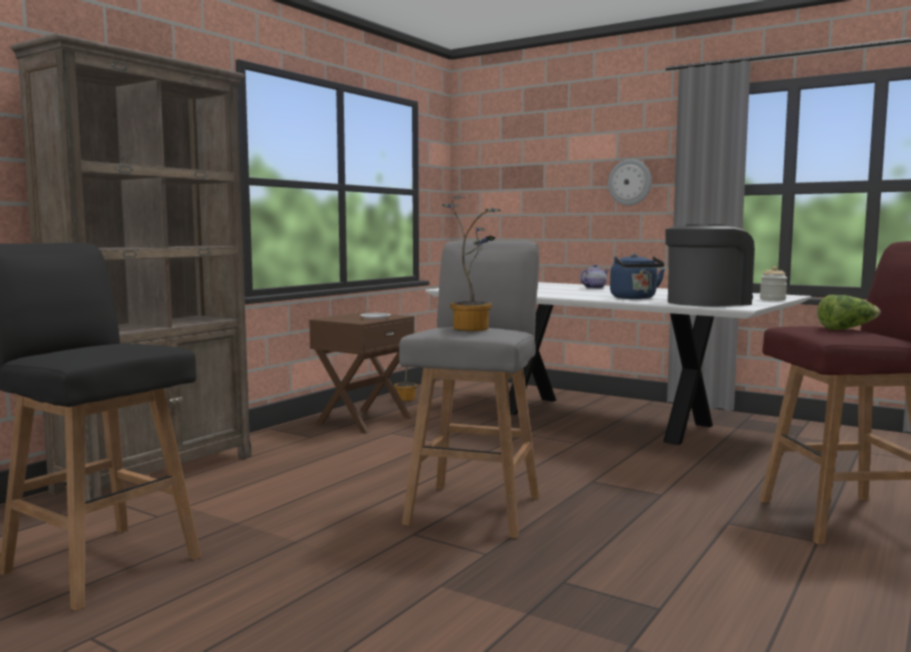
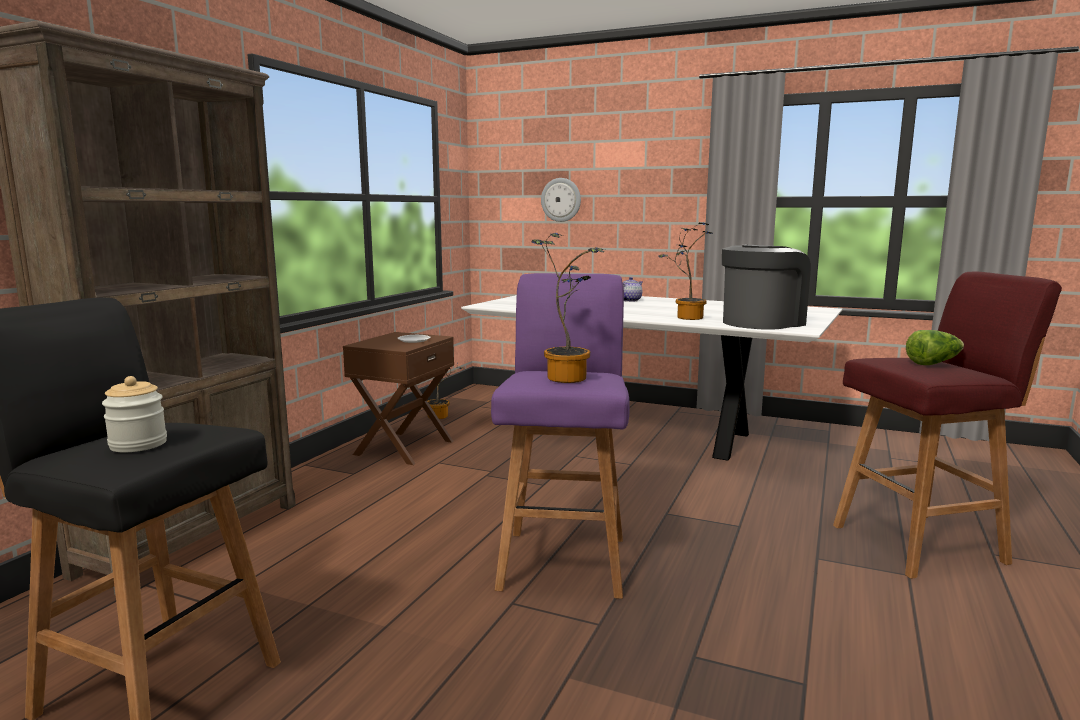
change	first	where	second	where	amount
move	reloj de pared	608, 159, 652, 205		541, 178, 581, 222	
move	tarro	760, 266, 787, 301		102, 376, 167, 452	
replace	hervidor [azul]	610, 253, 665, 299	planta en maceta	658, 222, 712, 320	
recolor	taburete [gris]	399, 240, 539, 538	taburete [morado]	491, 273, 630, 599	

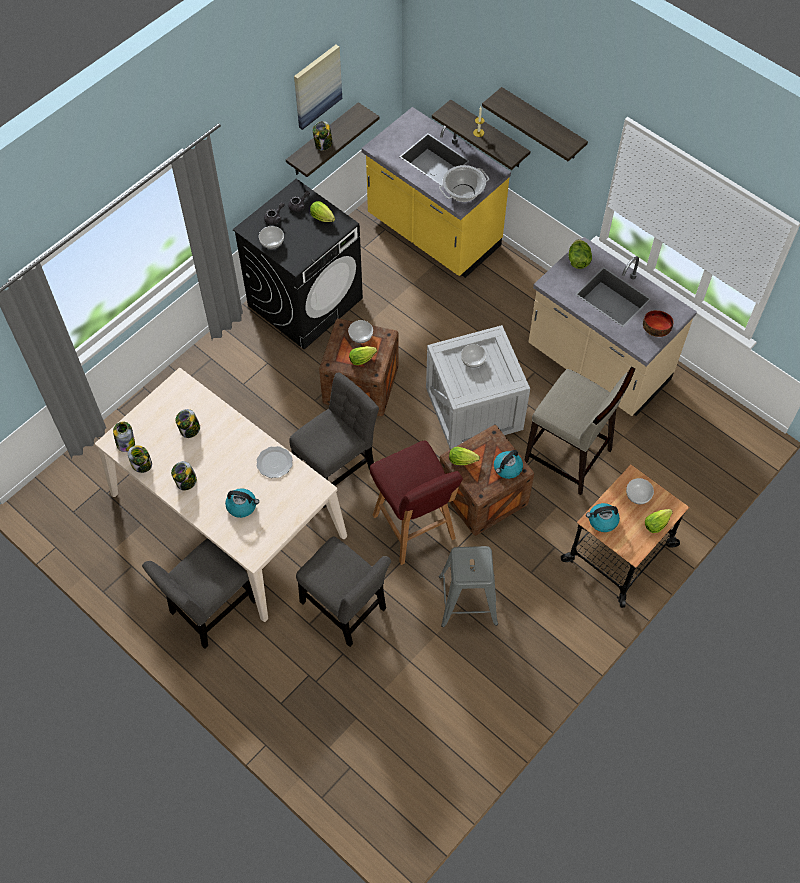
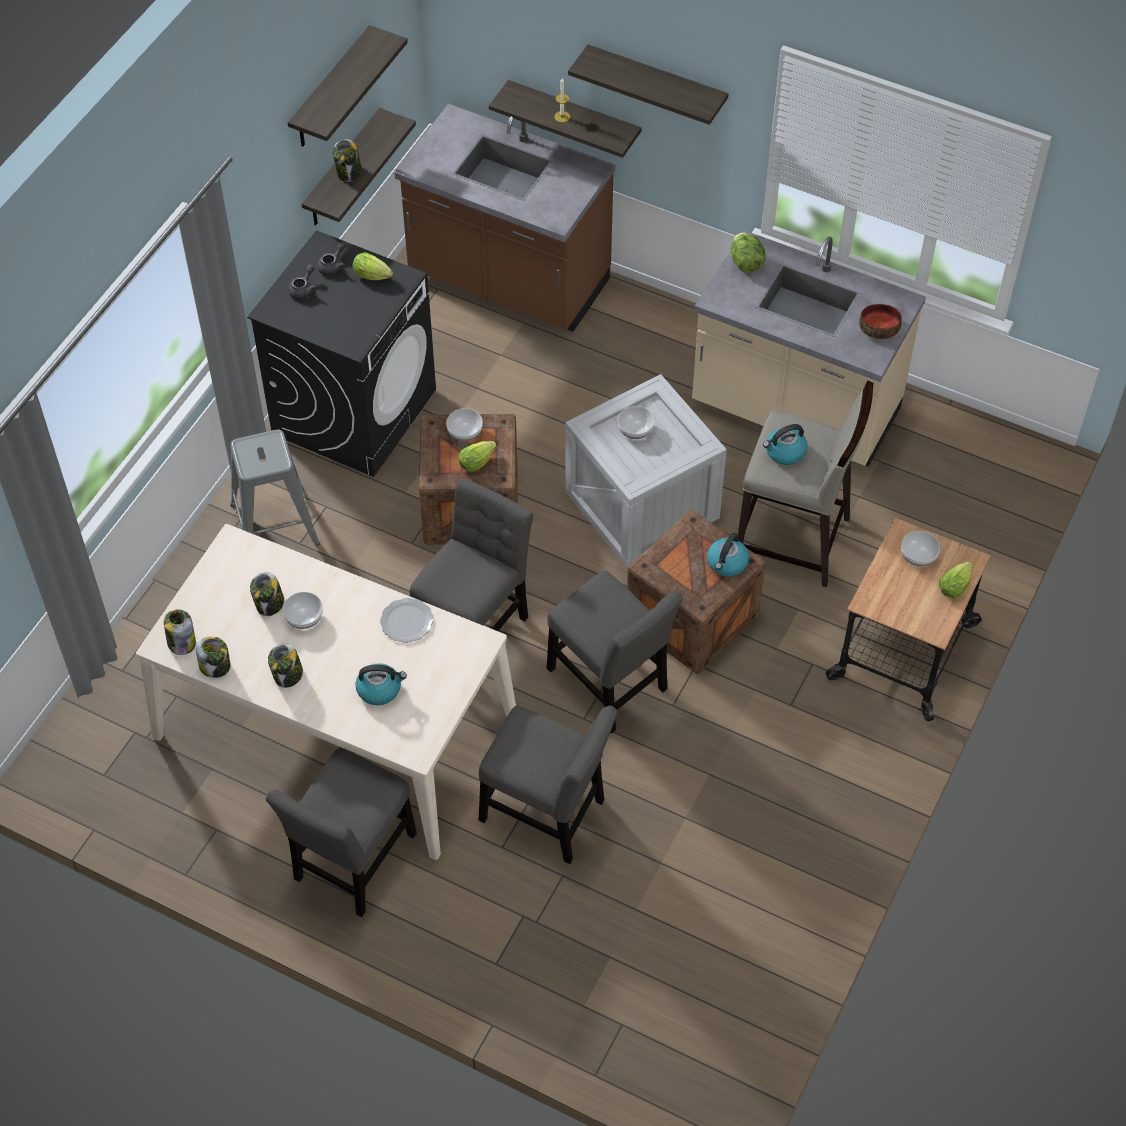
change	first	where	second	where	amount
delete	olla	439, 165, 489, 202			
delete	lechuga	449, 447, 480, 465			
move	cuenco	259, 226, 284, 249		283, 592, 323, 629	
move	taburete [gris]	439, 546, 498, 627		230, 430, 320, 545	
move	hervidor	586, 503, 620, 532		763, 424, 808, 465	
replace	cuadro	294, 45, 342, 130	estante	288, 25, 408, 147	
replace	taburete [rojo]	370, 440, 463, 565	silla [gris]	547, 570, 683, 734	
recolor	mueble bajo de cocina [amarillo]	361, 107, 511, 278	mueble bajo de cocina [marrón]	394, 104, 615, 332	

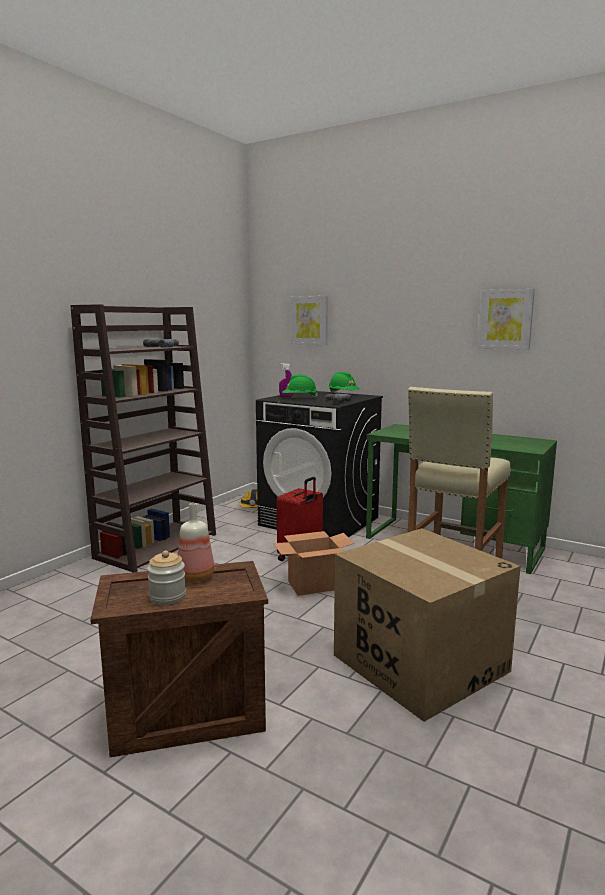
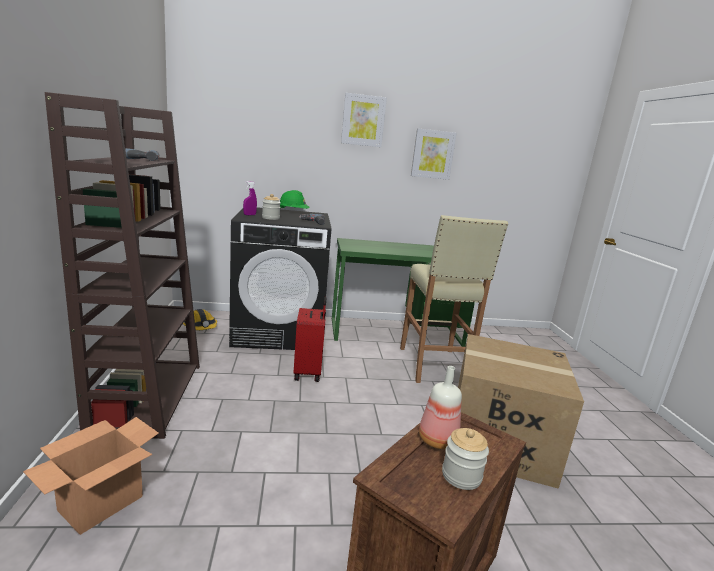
change	first	where	second	where	amount
move	caja de cartón	273, 531, 354, 596		23, 417, 159, 535	
move	cuadro	290, 296, 328, 346		341, 93, 387, 147	
replace	casco [verde]	282, 374, 318, 398	tarro	262, 194, 281, 220	

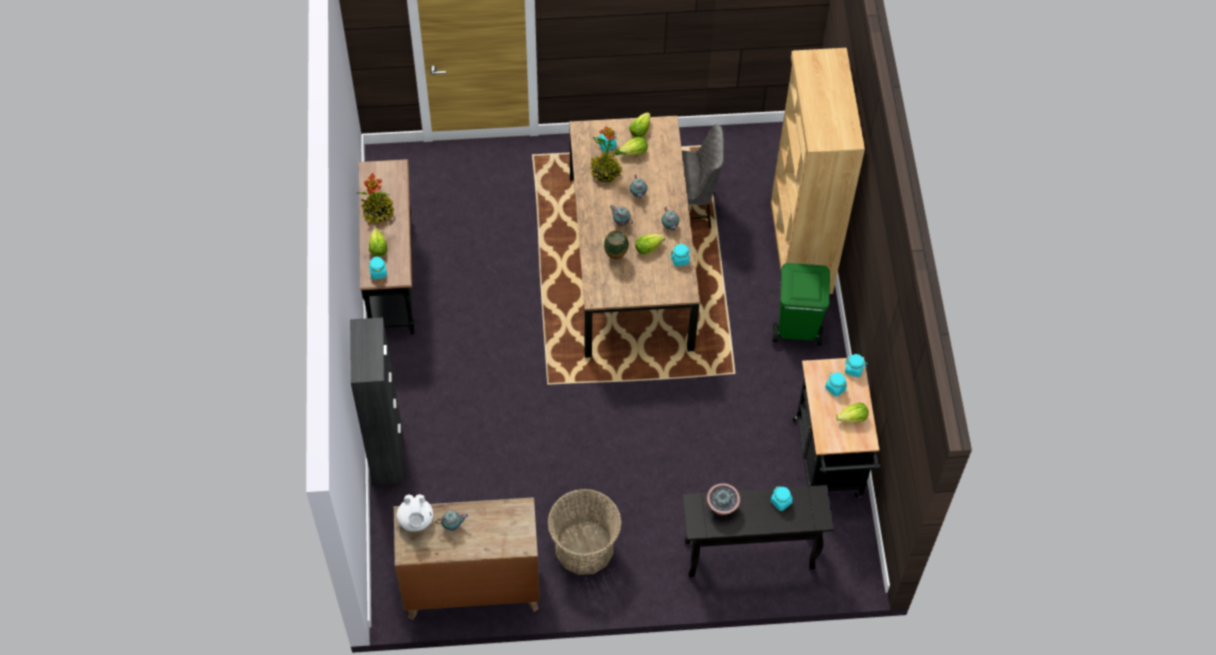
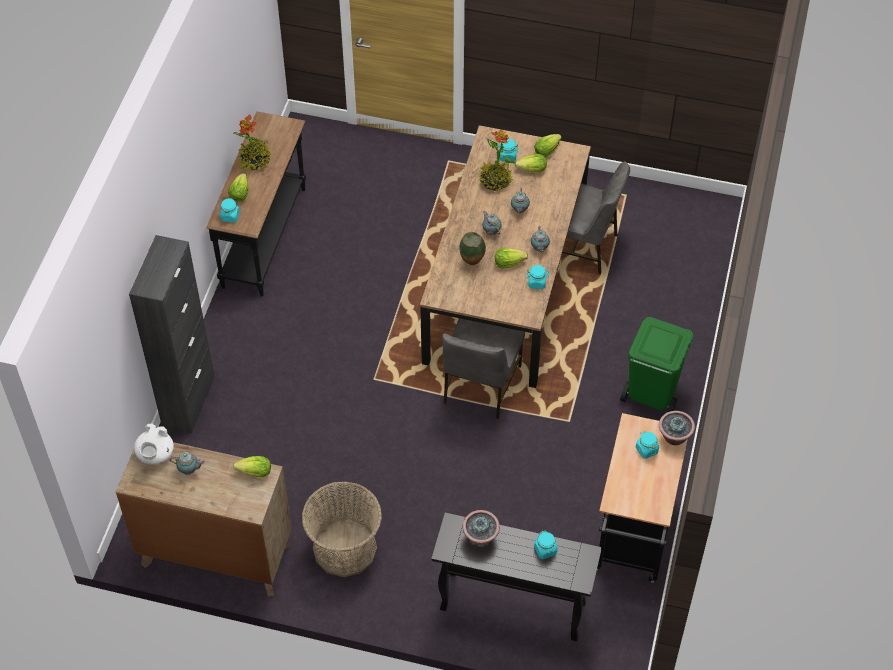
change	first	where	second	where	amount
delete	estantería [marrón]	771, 48, 865, 294			
insert			silla [gris]	442, 318, 525, 419	
move	lechuga	836, 403, 869, 422		233, 456, 271, 477	
replace	tarro [turquesa]	844, 354, 867, 377	planta en maceta	659, 411, 695, 445	

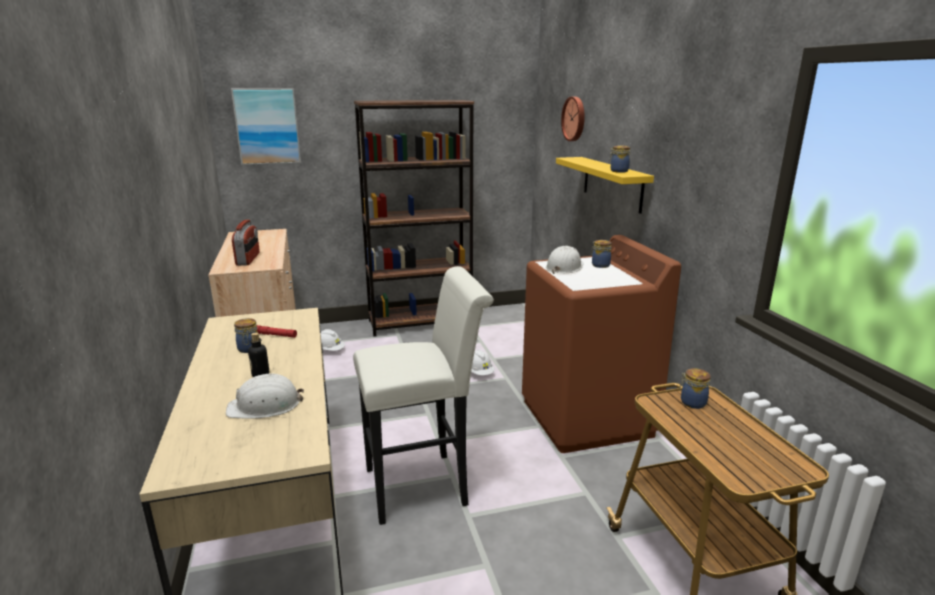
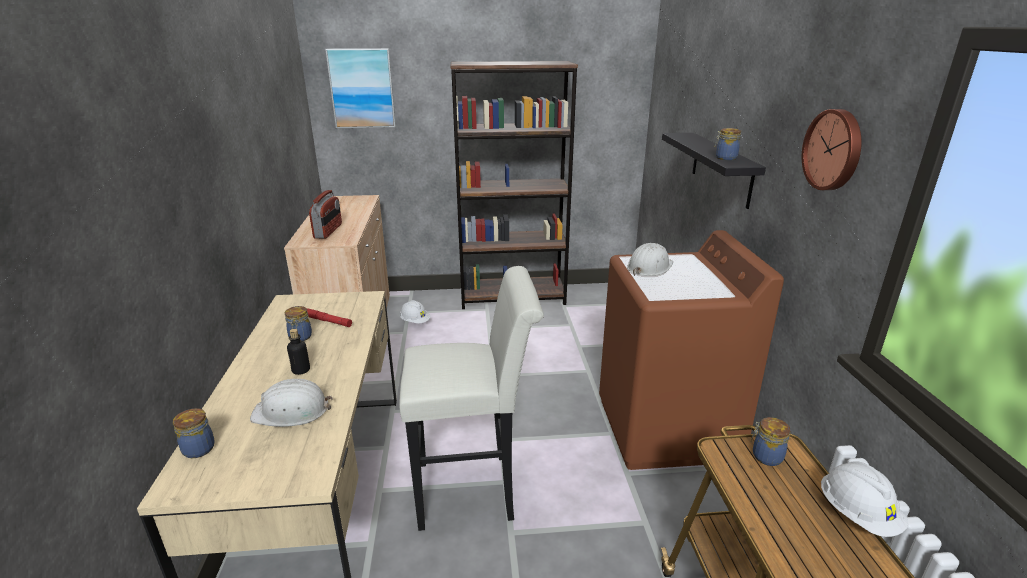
change	first	where	second	where	amount
move	casco [blanco]	471, 350, 495, 375		821, 461, 908, 537	
move	reloj de pared	561, 97, 585, 141		802, 109, 862, 190	
move	tarro	591, 240, 612, 268		173, 408, 214, 458	
recolor	estante [amarillo]	556, 157, 654, 214	estante [negro]	662, 133, 766, 209	

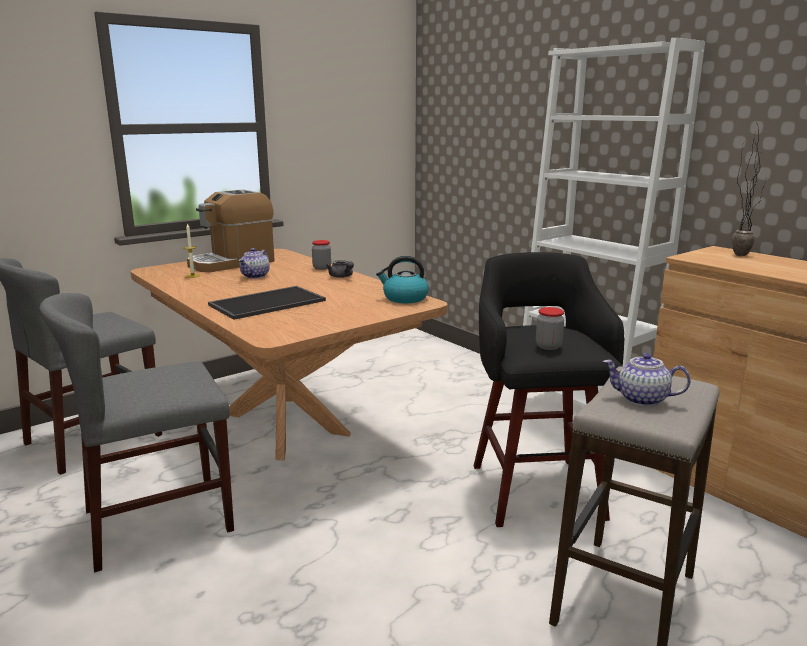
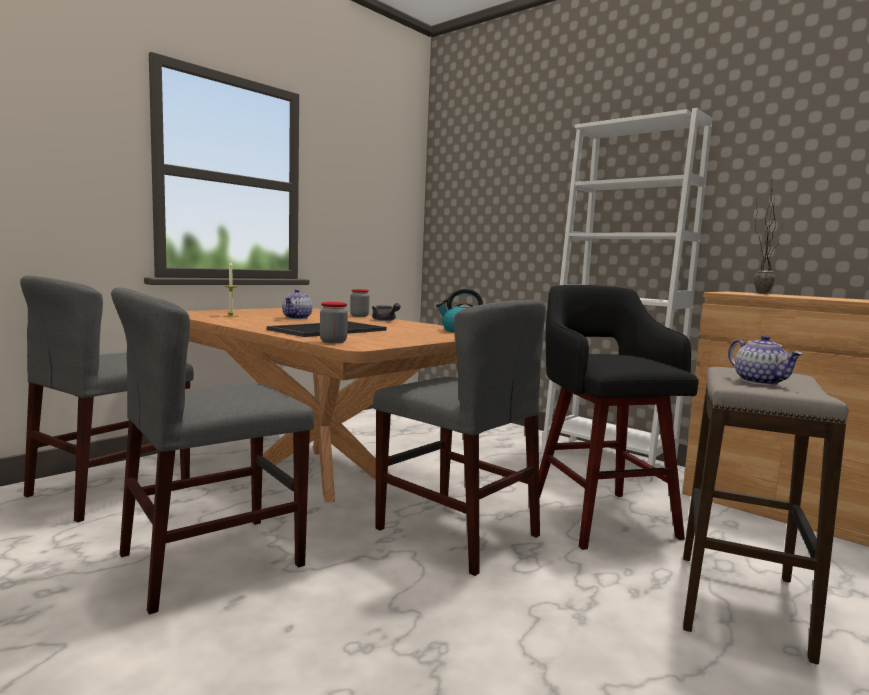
change	first	where	second	where	amount
delete	cafetera	187, 190, 275, 272			
insert			silla [gris]	373, 300, 546, 576	
move	tarro	536, 307, 564, 350		320, 302, 348, 343	
rotate	tetera	603, 353, 691, 406		728, 335, 803, 385	120 degrees counterclockwise

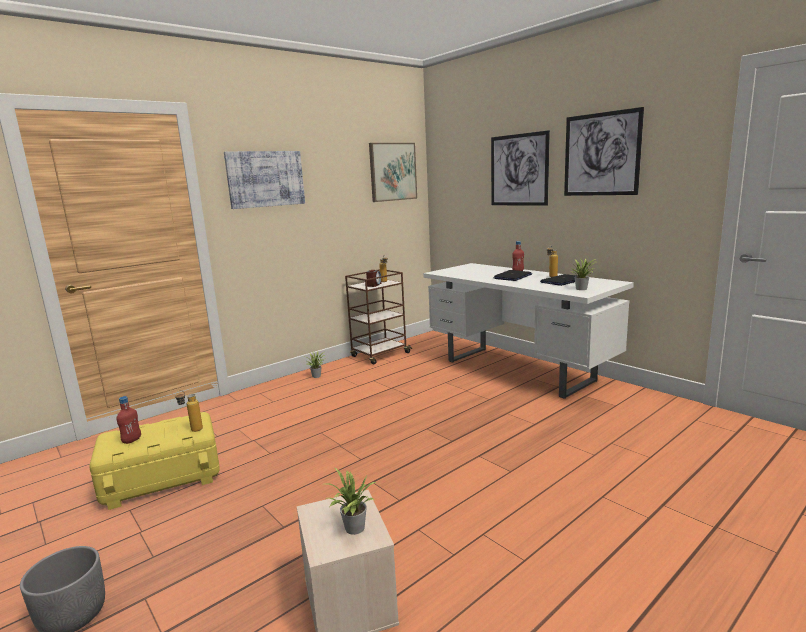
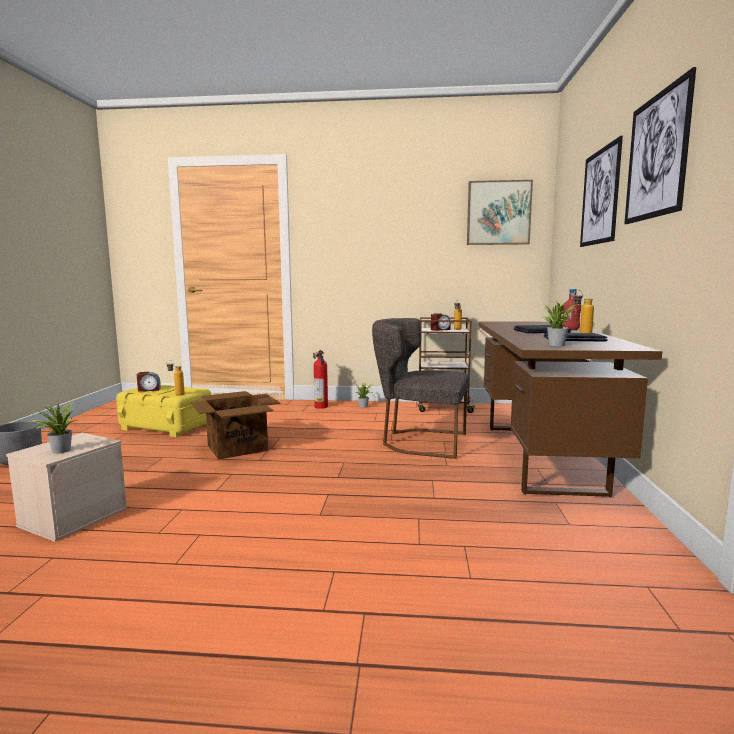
change	first	where	second	where	amount
delete	cuadro	224, 151, 305, 209			
insert			caja de cartón	190, 391, 281, 460	
insert			extintor	313, 350, 328, 409	
insert			silla [gris]	372, 318, 470, 459	
replace	botella [rojo]	116, 396, 141, 444	despertador	137, 372, 161, 391	
recolor	escritorio [blanco]	423, 263, 634, 399	escritorio [marrón]	479, 321, 662, 498	

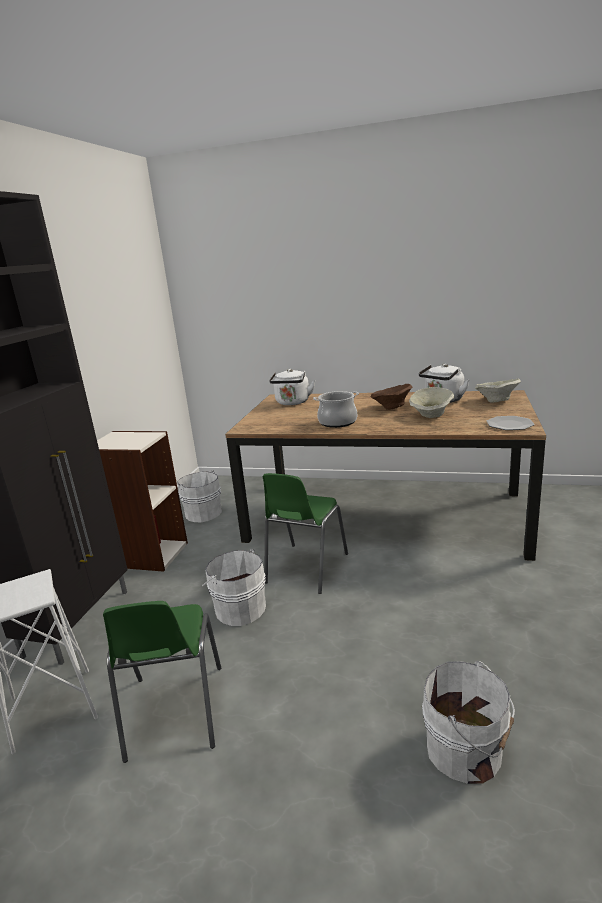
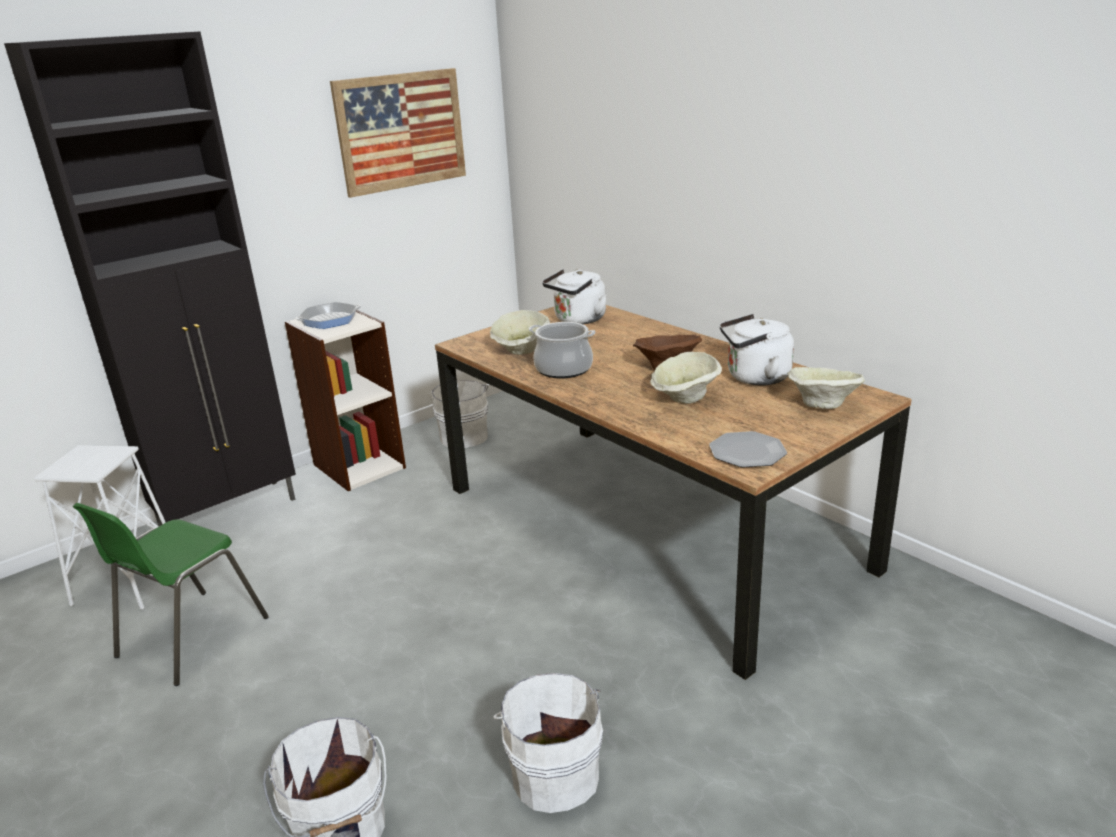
change	first	where	second	where	amount
delete	silla [verde]	262, 473, 348, 594			
insert			sartén	295, 302, 361, 329	
insert			cuadro	330, 68, 466, 198	
insert			cuenco [beis]	490, 310, 550, 355	
move	cubo [blanco]	202, 549, 266, 626		493, 673, 603, 813	

